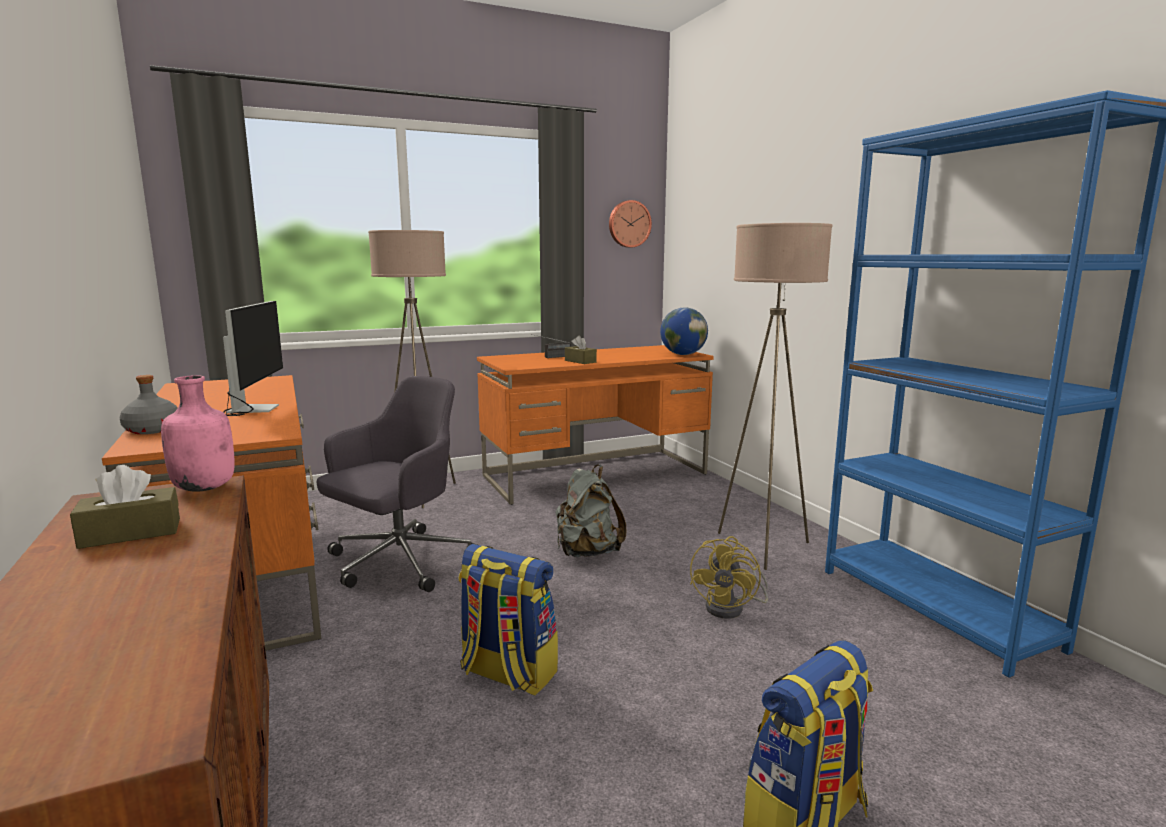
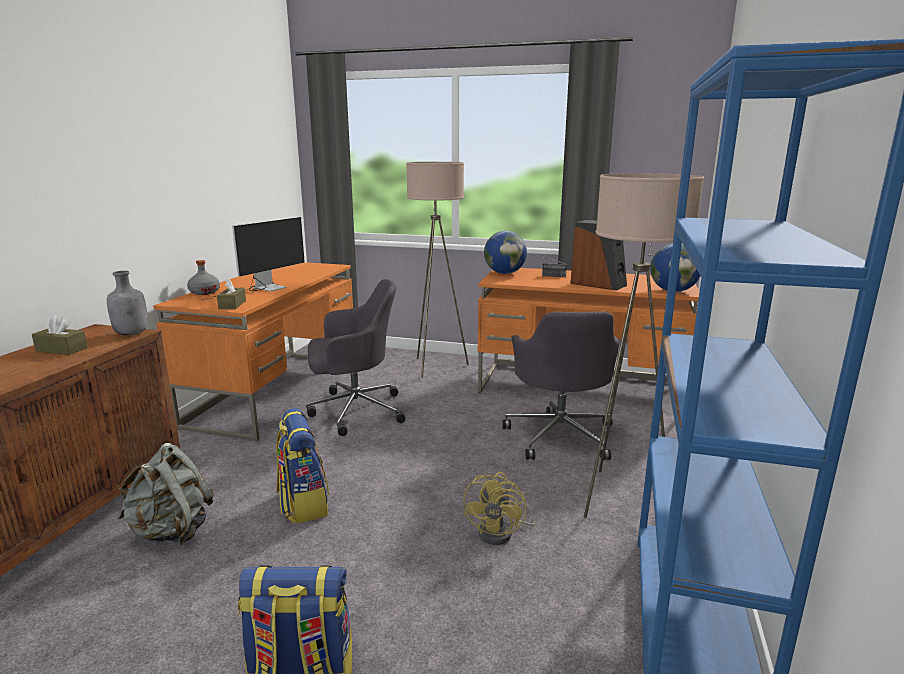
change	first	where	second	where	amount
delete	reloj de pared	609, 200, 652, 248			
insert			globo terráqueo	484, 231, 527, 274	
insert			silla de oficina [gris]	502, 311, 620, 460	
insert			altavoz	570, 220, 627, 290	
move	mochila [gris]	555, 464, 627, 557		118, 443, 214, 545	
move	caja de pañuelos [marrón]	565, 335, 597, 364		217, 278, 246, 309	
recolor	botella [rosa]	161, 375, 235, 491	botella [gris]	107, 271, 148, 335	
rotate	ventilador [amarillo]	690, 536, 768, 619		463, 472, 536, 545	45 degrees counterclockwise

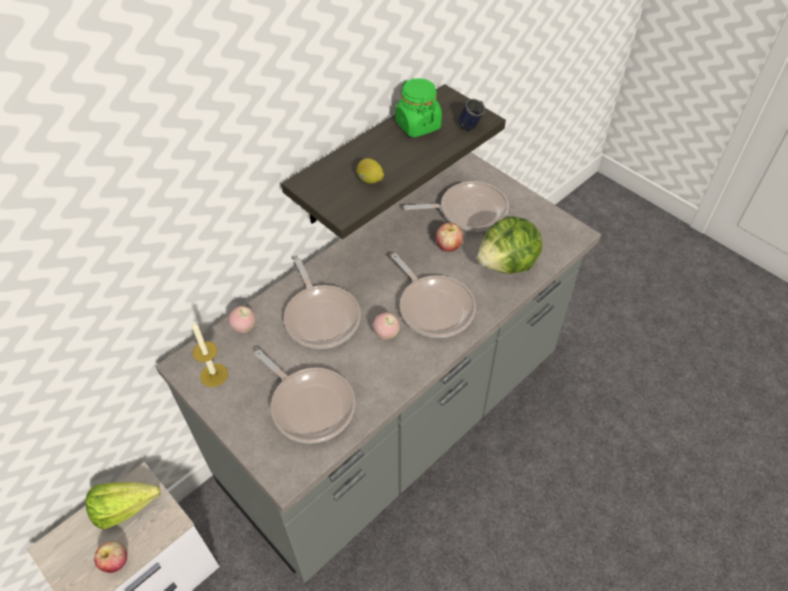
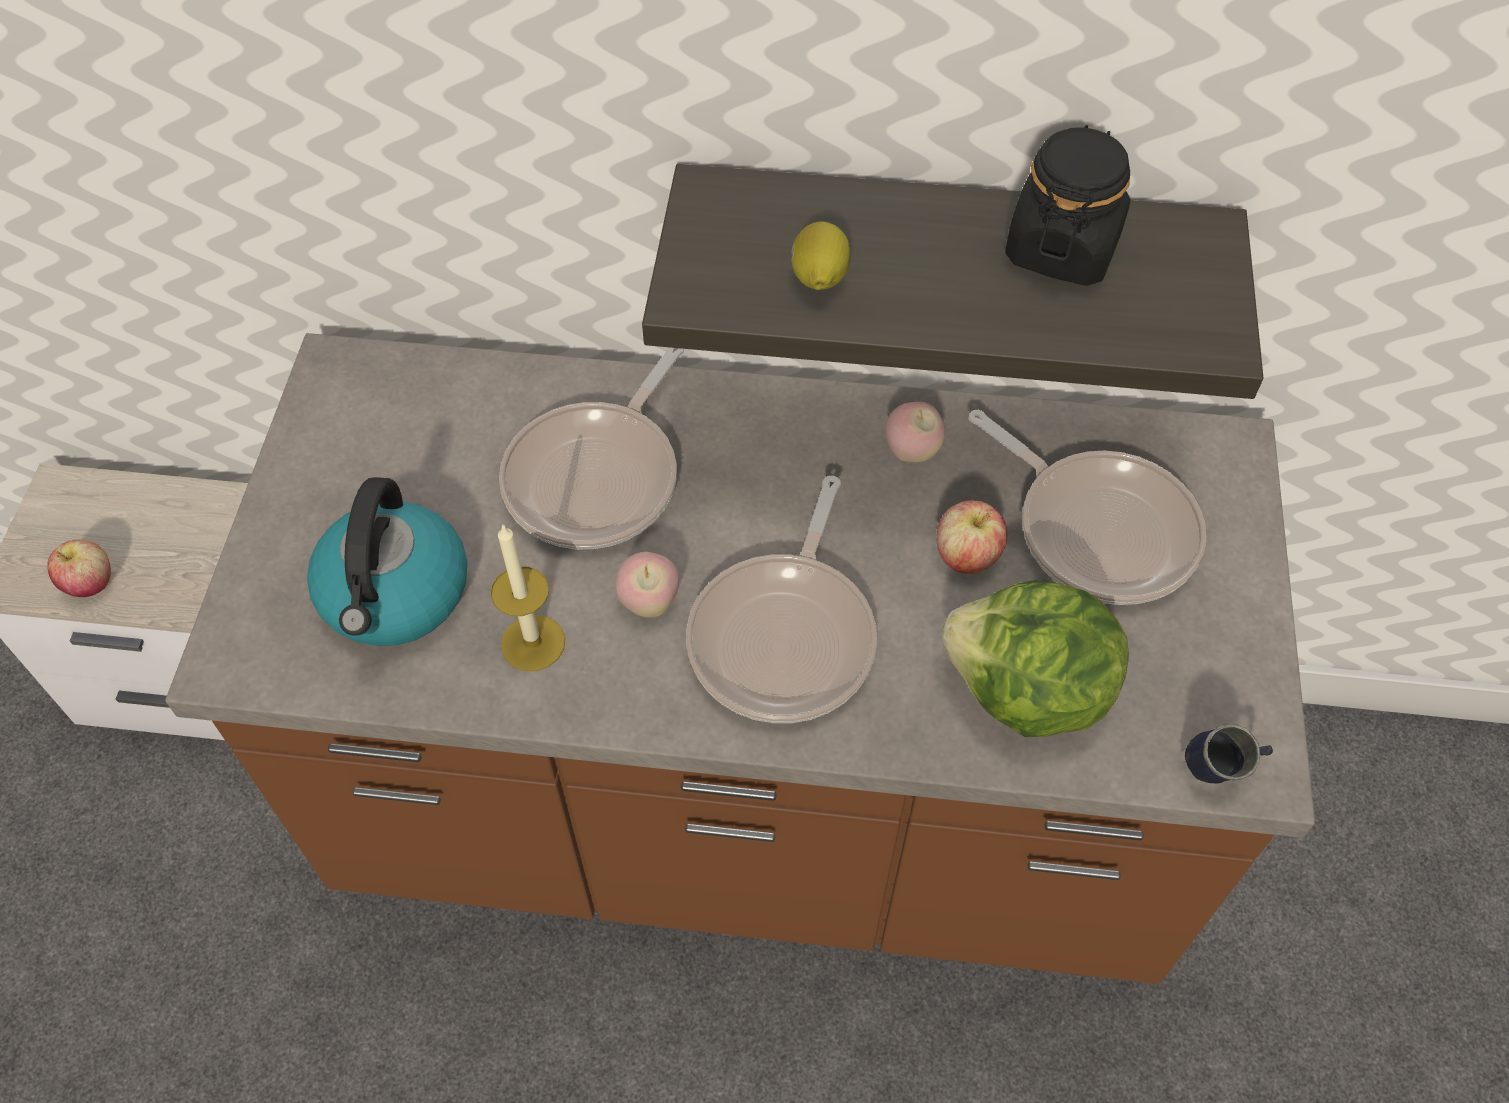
change	first	where	second	where	amount
delete	lechuga	85, 482, 161, 529			
move	vela	192, 322, 228, 387		491, 524, 565, 671	
move	manzana	228, 306, 256, 334		885, 402, 945, 462	
move	taza grande [azul]	458, 99, 485, 131		1185, 724, 1273, 783	
replace	sartén	255, 350, 355, 443	hervidor	307, 477, 467, 646	
recolor	mueble bajo de cocina [gris]	155, 152, 601, 582	mueble bajo de cocina [marrón]	165, 333, 1315, 984	
recolor	tarro [verde]	395, 78, 442, 137	tarro [negro]	1005, 125, 1130, 286	

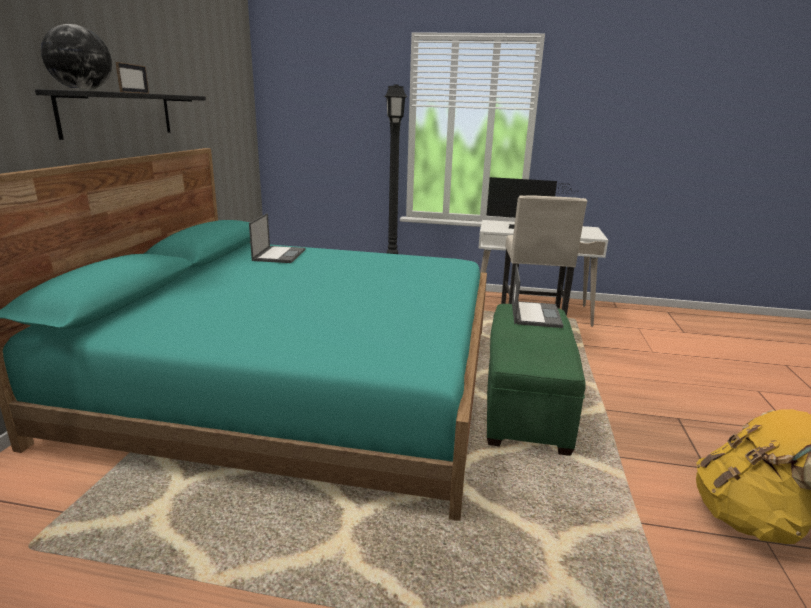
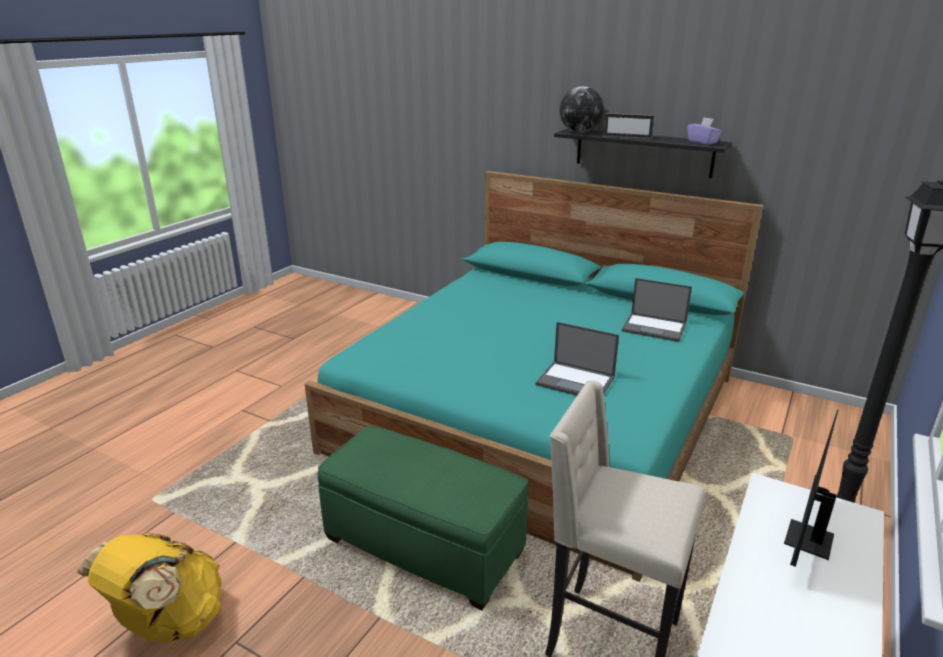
change	first	where	second	where	amount
insert			caja de pañuelos [morado]	687, 117, 722, 144	
move	portátil	512, 264, 563, 328		536, 322, 619, 396	

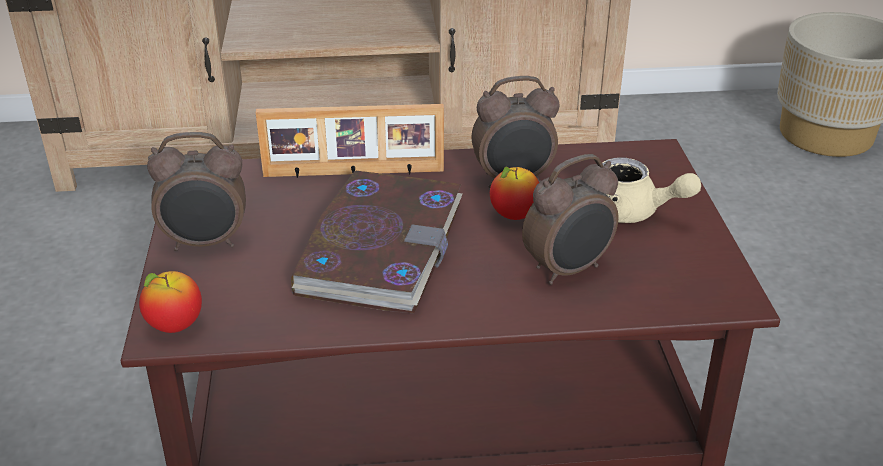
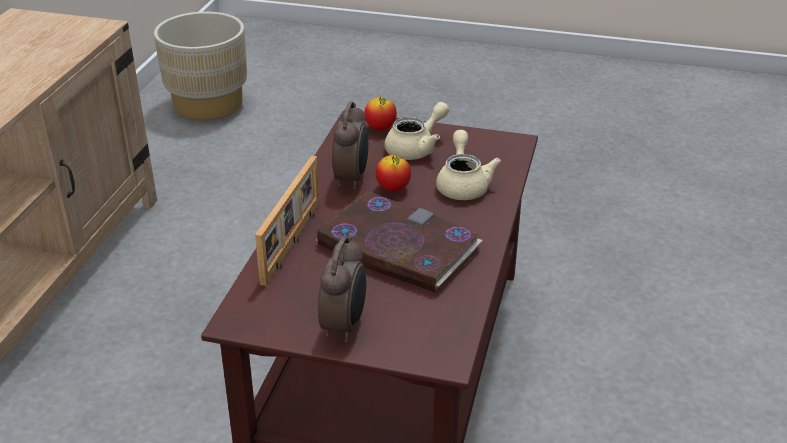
change	first	where	second	where	amount
move	manzana	139, 271, 202, 333		364, 97, 397, 130	
replace	despertador	522, 154, 618, 285	tetera [beis]	436, 130, 501, 200	

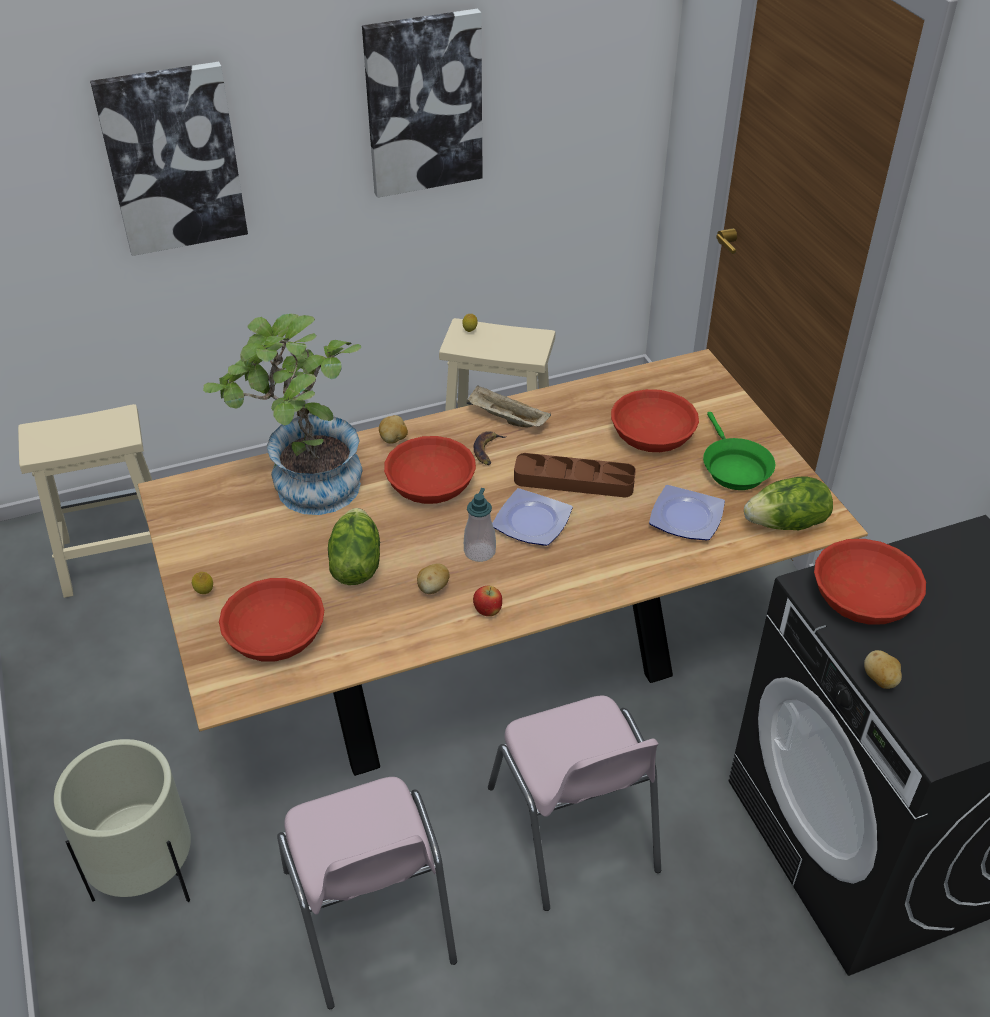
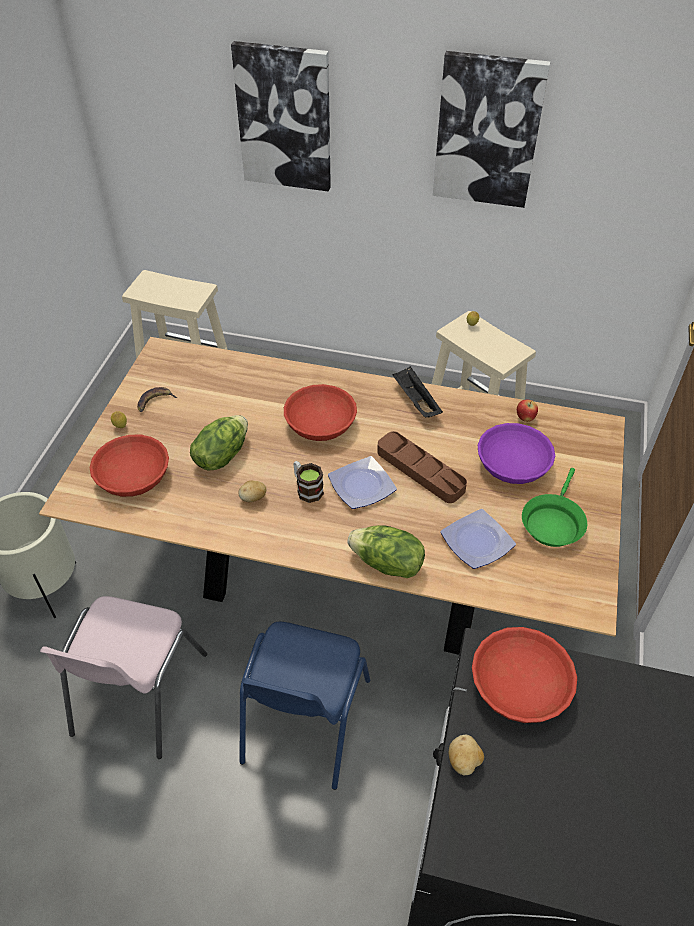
change	first	where	second	where	amount
delete	planta en maceta	203, 313, 363, 515			
delete	patata	379, 415, 408, 444			
move	manzana	473, 586, 502, 616		517, 400, 538, 422	
move	plátano	474, 431, 507, 465		137, 387, 178, 412	
move	lechuga	744, 477, 833, 530		348, 525, 425, 578	
replace	dispensador de jabón	464, 488, 496, 562	taza grande	293, 461, 324, 503	
recolor	bandeja [beis]	466, 385, 551, 428	bandeja [negro]	393, 366, 443, 418	
recolor	silla [rosa]	488, 696, 661, 911	silla [azul]	240, 622, 370, 790	
recolor	cuenco [rojo]	611, 389, 699, 452	cuenco [morado]	478, 423, 555, 484	

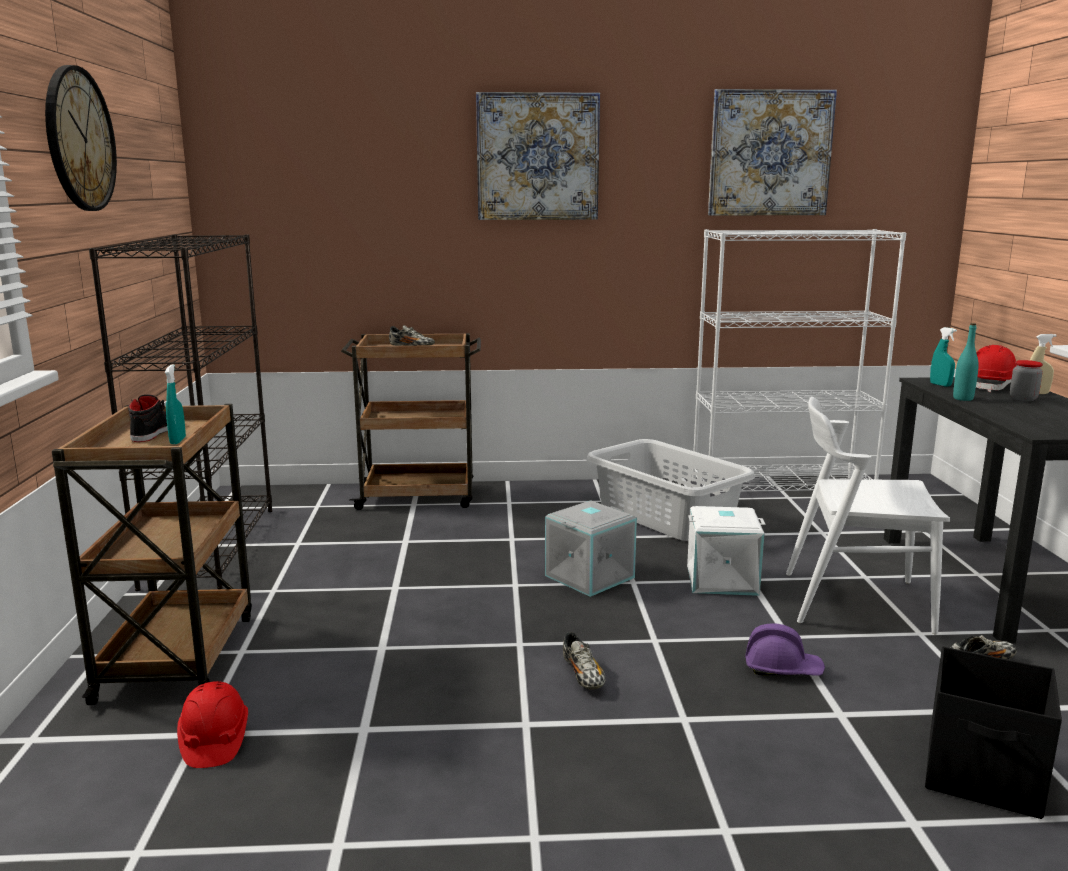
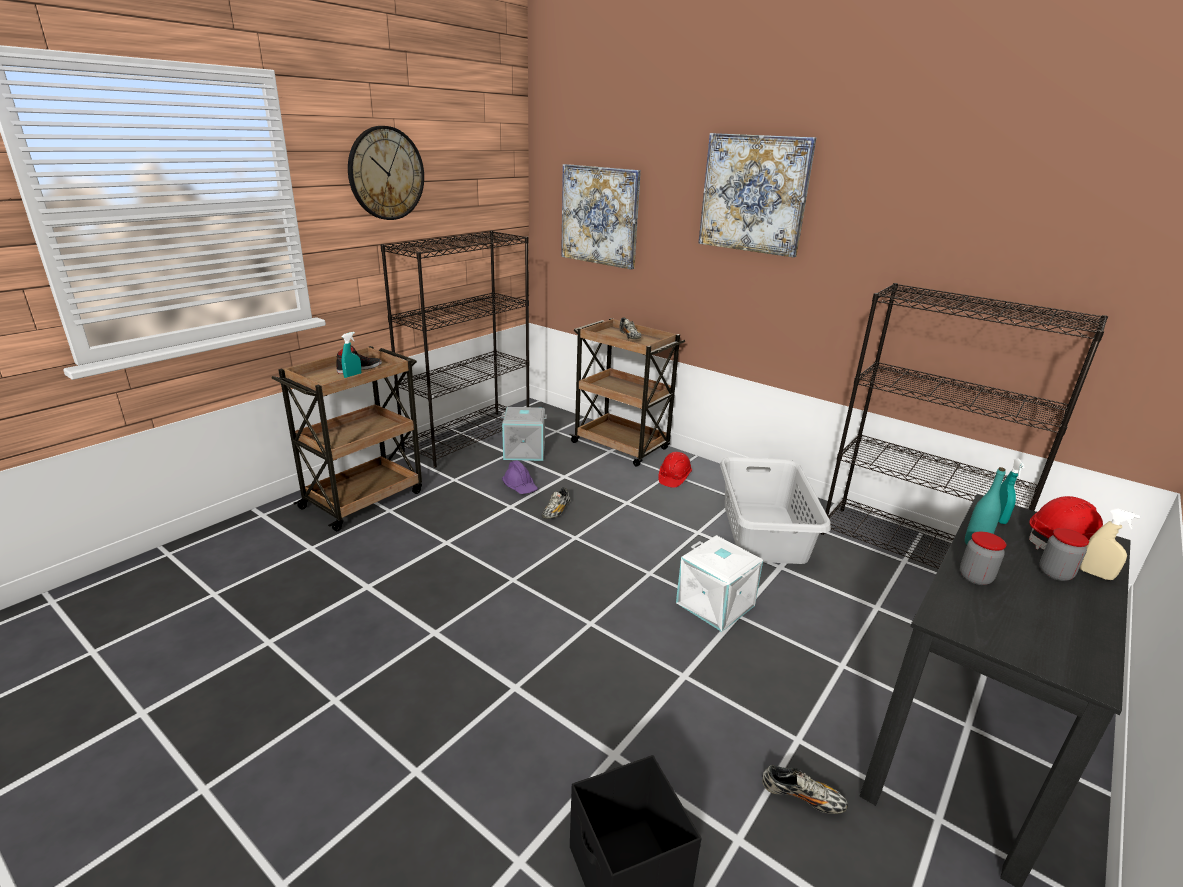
change	first	where	second	where	amount
delete	silla [blanco]	786, 397, 950, 635			
insert			tarro	960, 532, 1006, 585	
move	casco [rojo]	177, 681, 248, 768		658, 452, 692, 488	
move	caja de almacenaje [gris]	545, 500, 637, 597		501, 407, 547, 461	
move	zapato	563, 632, 605, 689		541, 487, 571, 519	
move	cuadro	708, 89, 837, 215		561, 164, 641, 269	
move	casco [morado]	745, 623, 825, 675		502, 461, 538, 494	
recolor	estantería [blanco]	692, 229, 906, 492	estantería [negro]	821, 283, 1108, 569	

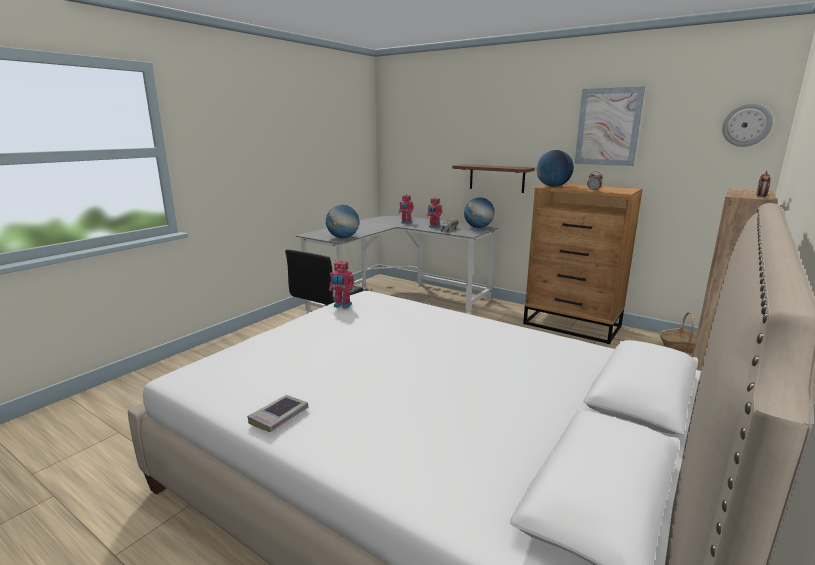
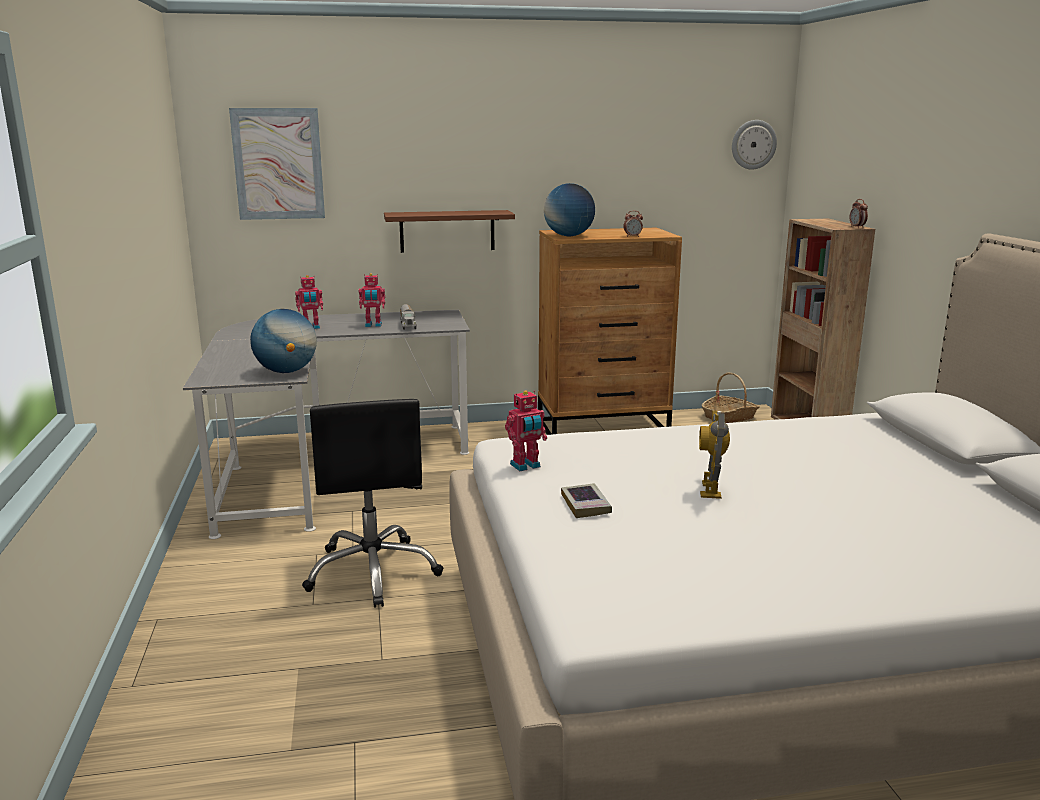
change	first	where	second	where	amount
delete	globo terráqueo	464, 197, 495, 228			
insert			robot de juguete	699, 410, 730, 499	
move	libro	247, 395, 308, 432		561, 483, 612, 518	
move	cuadro	575, 86, 645, 166		229, 108, 325, 220	

